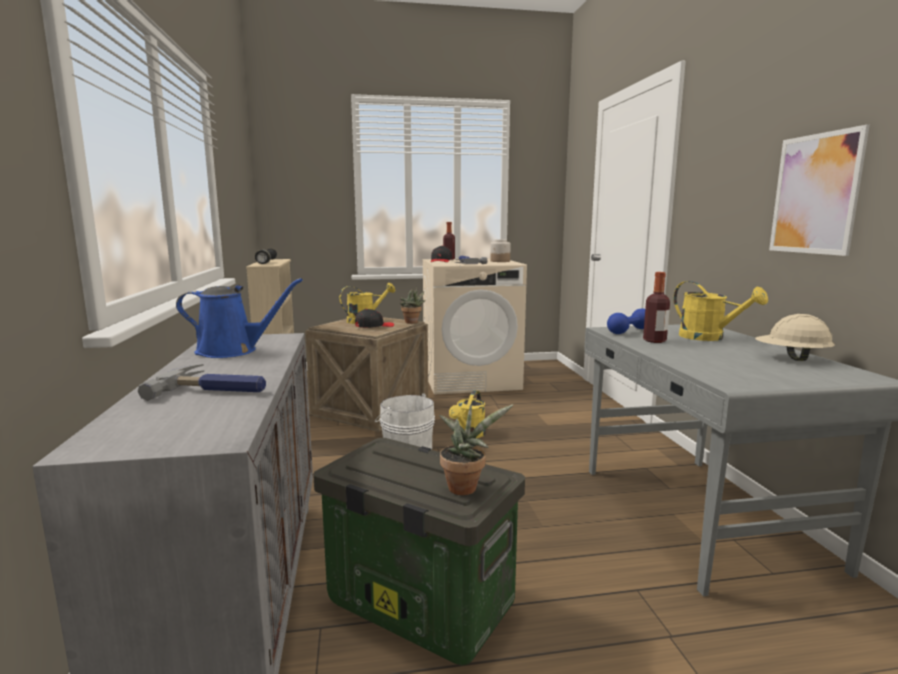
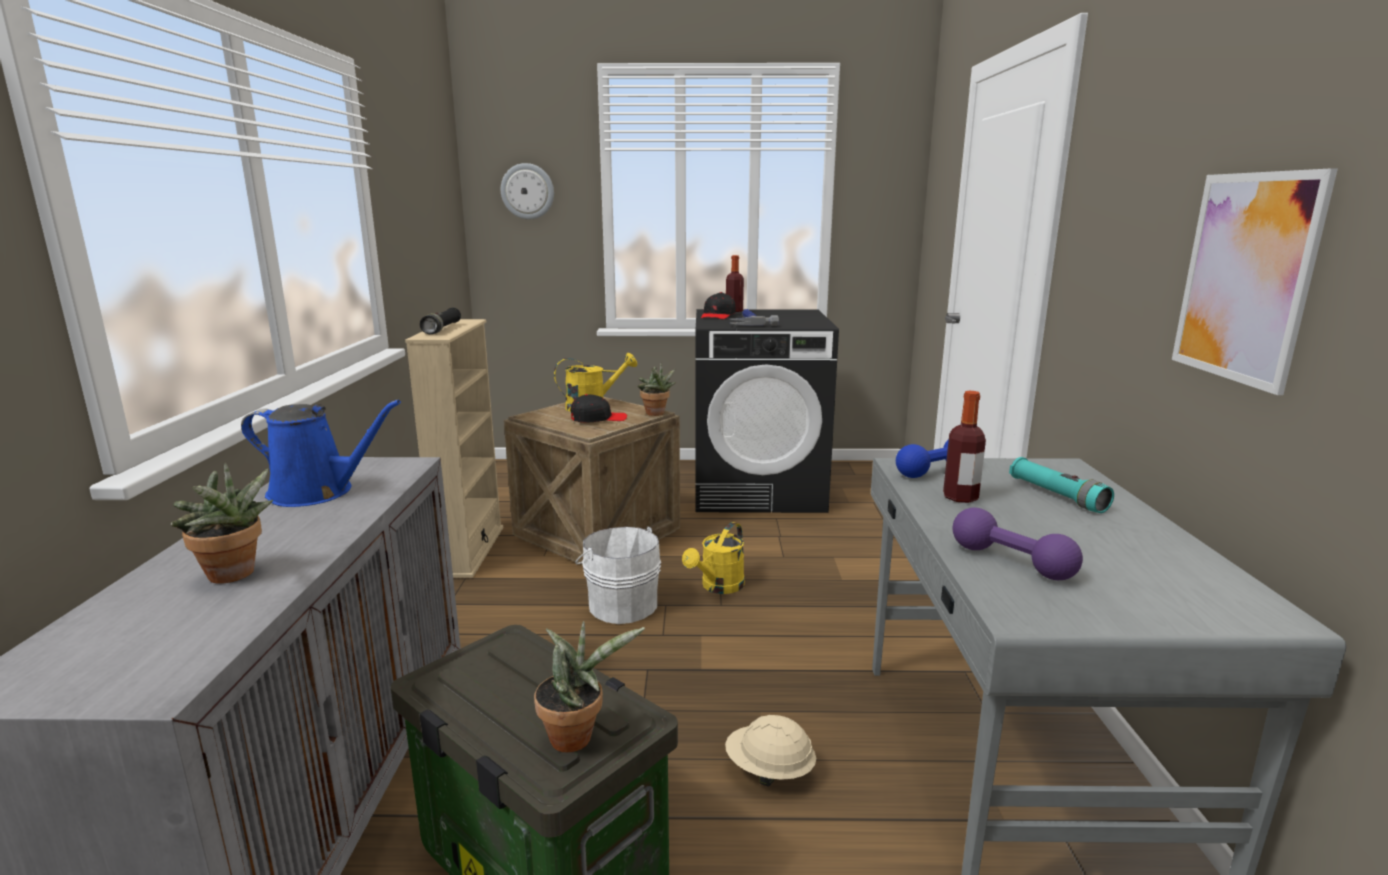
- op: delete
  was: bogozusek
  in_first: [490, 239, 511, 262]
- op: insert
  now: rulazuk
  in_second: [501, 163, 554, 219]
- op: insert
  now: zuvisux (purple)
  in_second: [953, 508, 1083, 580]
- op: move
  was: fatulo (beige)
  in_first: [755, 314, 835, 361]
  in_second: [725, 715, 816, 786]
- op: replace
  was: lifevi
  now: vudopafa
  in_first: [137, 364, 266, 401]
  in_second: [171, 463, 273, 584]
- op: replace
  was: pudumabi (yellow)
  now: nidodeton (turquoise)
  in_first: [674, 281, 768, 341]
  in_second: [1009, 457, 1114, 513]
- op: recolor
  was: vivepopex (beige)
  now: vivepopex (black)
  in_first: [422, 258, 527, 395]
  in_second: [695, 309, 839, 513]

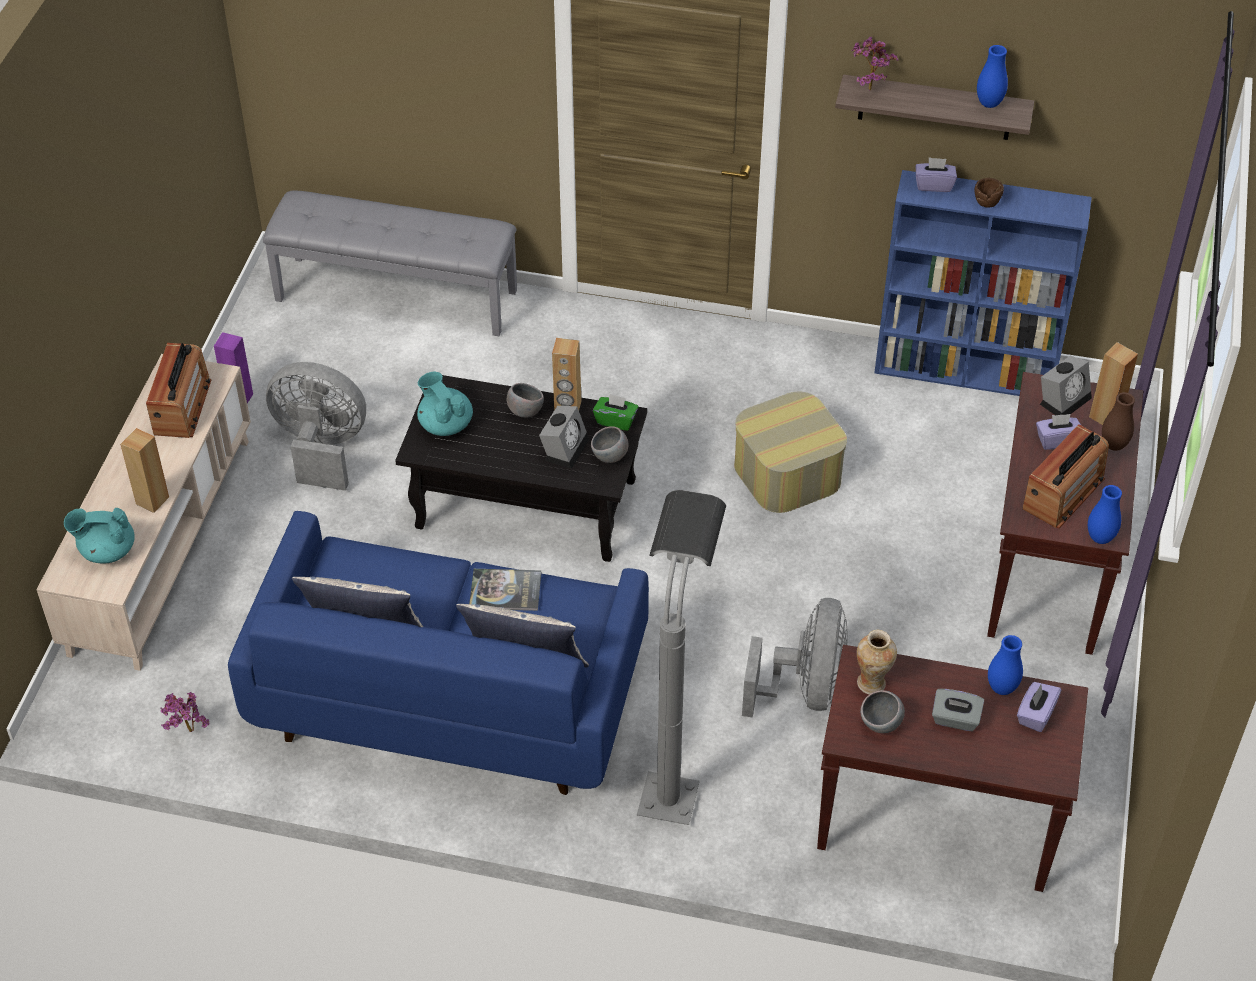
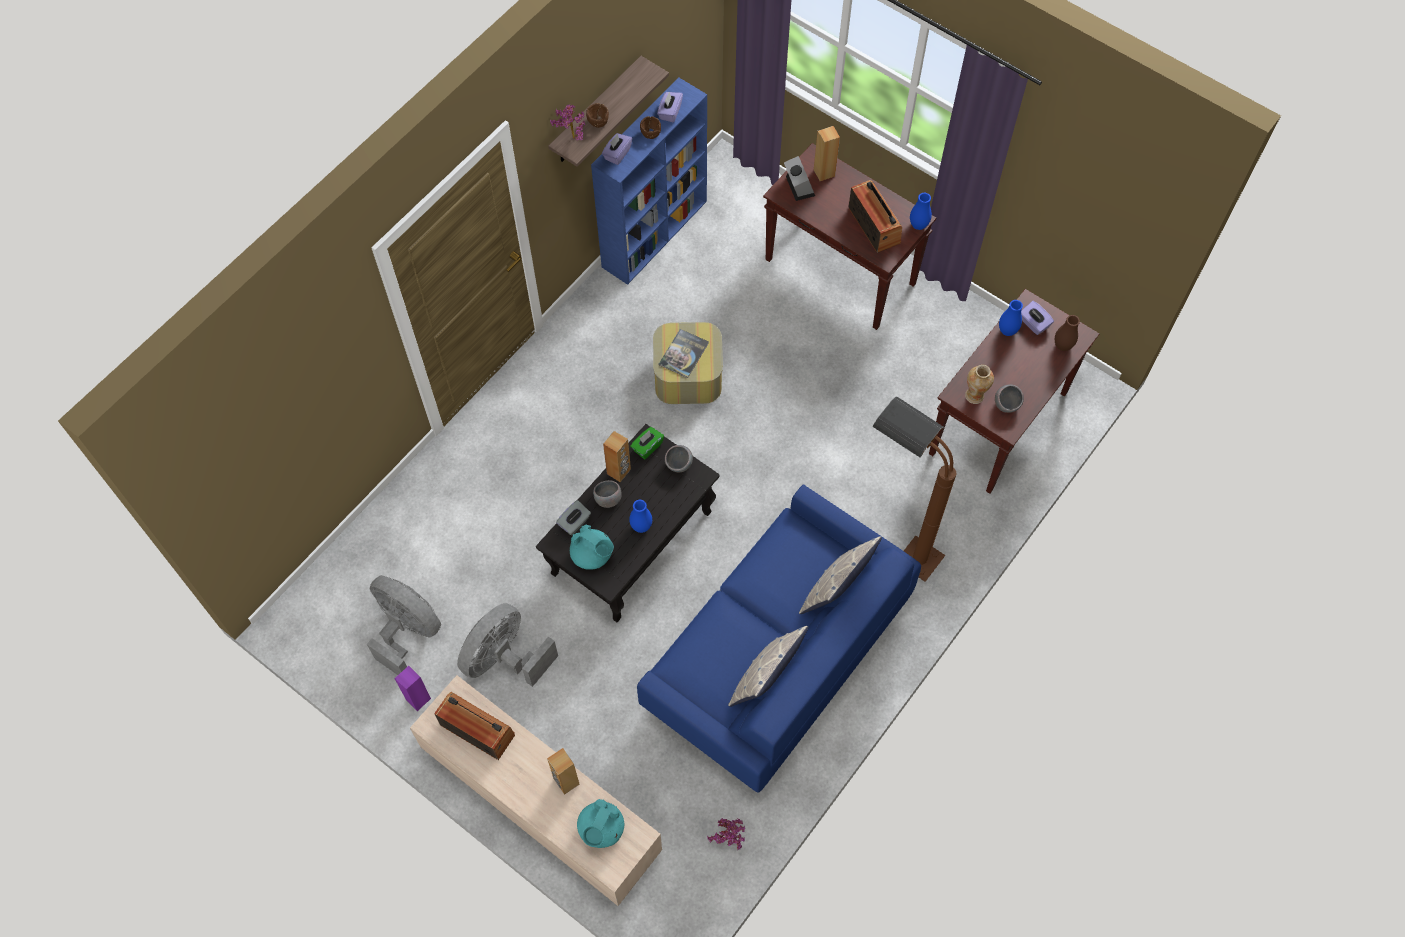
- op: delete
  was: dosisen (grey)
  in_first: [263, 190, 517, 336]
- op: delete
  was: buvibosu
  in_first: [539, 406, 589, 469]
- op: insert
  now: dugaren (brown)
  in_second: [586, 103, 609, 128]
- op: move
  was: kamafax
  in_first: [469, 569, 541, 611]
  in_second: [659, 329, 709, 378]
- op: move
  was: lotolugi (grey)
  in_first: [742, 598, 848, 718]
  in_second: [367, 575, 441, 675]
- op: move
  was: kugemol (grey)
  in_first: [932, 689, 984, 731]
  in_second: [556, 500, 591, 535]
- op: move
  was: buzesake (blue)
  in_first: [977, 45, 1008, 108]
  in_second: [629, 500, 652, 533]
- op: move
  was: kugemol (purple)
  in_first: [1036, 414, 1081, 450]
  in_second: [657, 92, 683, 122]
- op: move
  was: buzesake (brown)
  in_first: [1102, 392, 1135, 451]
  in_second: [1055, 315, 1080, 351]
- op: recolor
  was: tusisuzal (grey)
  now: tusisuzal (brown)
  in_first: [637, 490, 726, 825]
  in_second: [873, 396, 956, 582]
- op: rotate
  was: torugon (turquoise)
  in_first: [417, 371, 473, 436]
  in_second: [570, 525, 614, 570]
  clockwise: -135

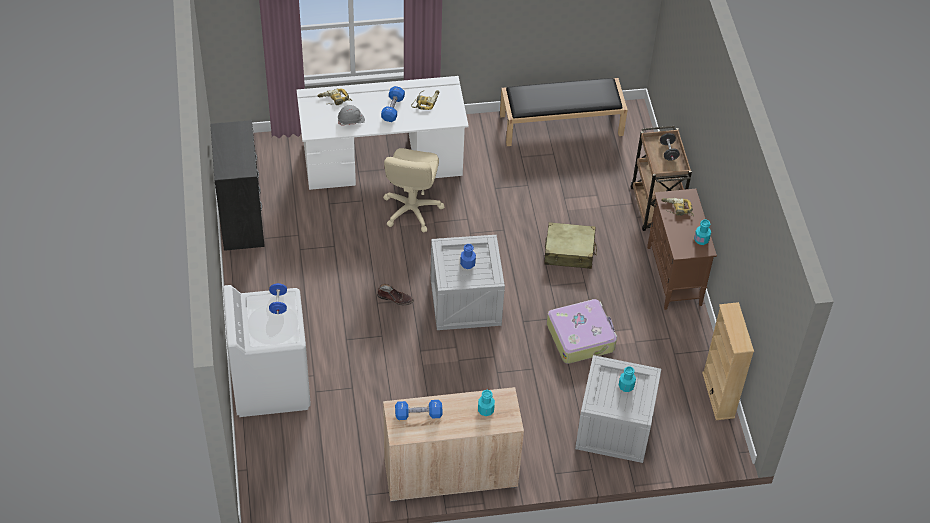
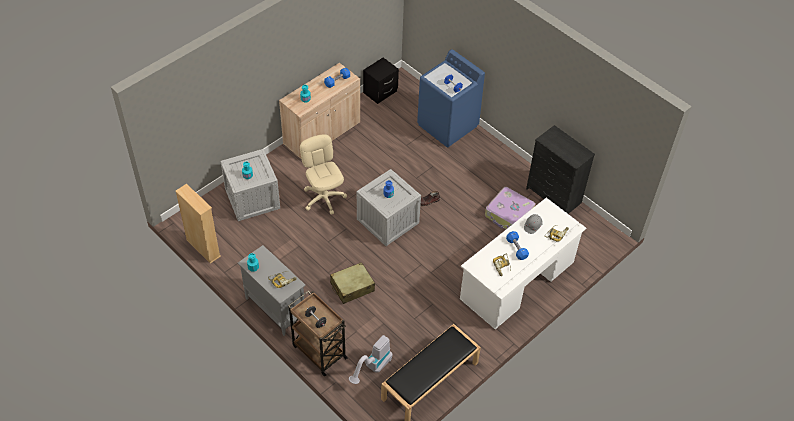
- op: insert
  now: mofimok
  in_second: [349, 335, 392, 384]
- op: insert
  now: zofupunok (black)
  in_second: [363, 58, 399, 104]
- op: move
  was: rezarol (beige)
  in_first: [383, 148, 444, 233]
  in_second: [300, 134, 347, 215]
- op: move
  was: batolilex
  in_first: [547, 299, 617, 364]
  in_second: [485, 187, 535, 229]
- op: recolor
  was: vivepopex (white)
  now: vivepopex (blue)
  in_first: [223, 285, 311, 417]
  in_second: [417, 49, 485, 147]
- op: recolor
  was: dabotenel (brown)
  now: dabotenel (grey)
  in_first: [647, 189, 717, 310]
  in_second: [238, 245, 306, 336]

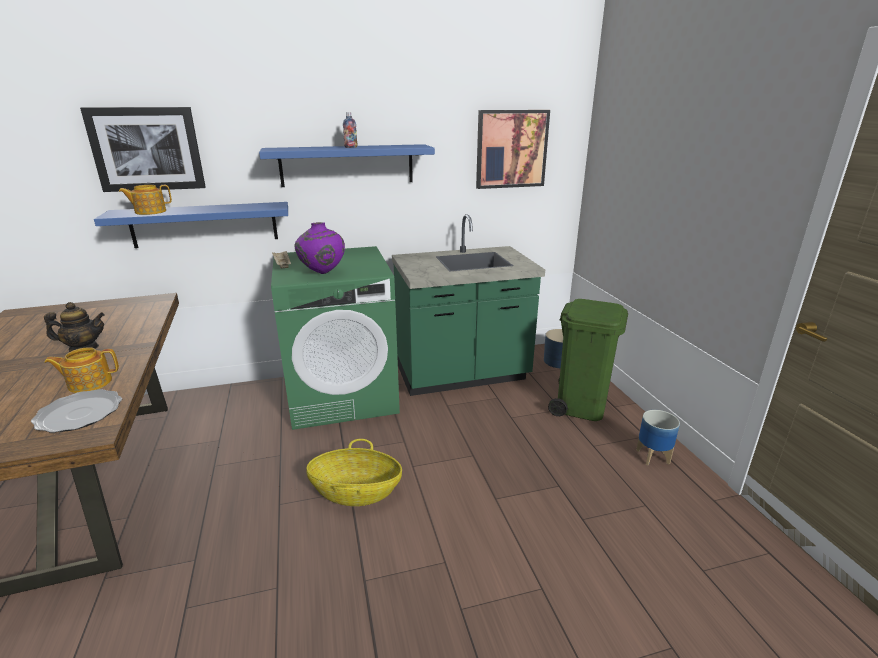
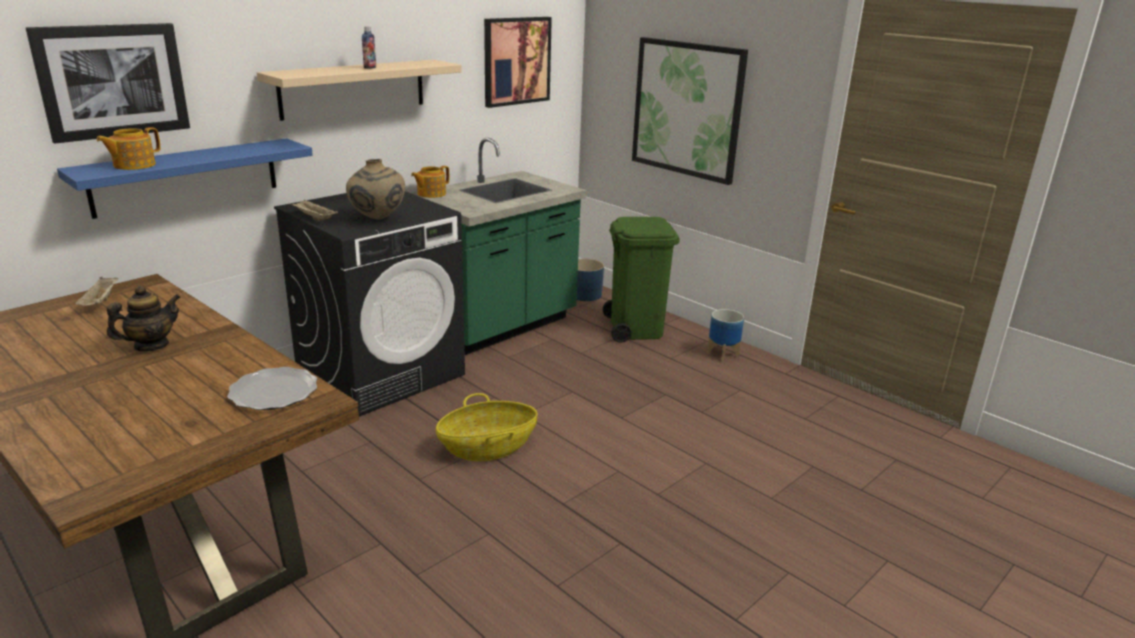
- op: insert
  now: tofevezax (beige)
  in_second: [75, 277, 118, 306]
- op: insert
  now: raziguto
  in_second: [632, 37, 748, 185]
- op: move
  was: torugon
  in_first: [44, 347, 119, 393]
  in_second: [411, 166, 449, 198]
- op: recolor
  was: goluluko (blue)
  now: goluluko (beige)
  in_first: [259, 144, 435, 187]
  in_second: [257, 60, 462, 121]
- op: recolor
  was: vivepopex (green)
  now: vivepopex (black)
  in_first: [271, 246, 400, 430]
  in_second: [274, 191, 465, 417]
- op: recolor
  was: buzesake (purple)
  now: buzesake (beige)
  in_first: [294, 222, 345, 274]
  in_second: [346, 159, 405, 220]

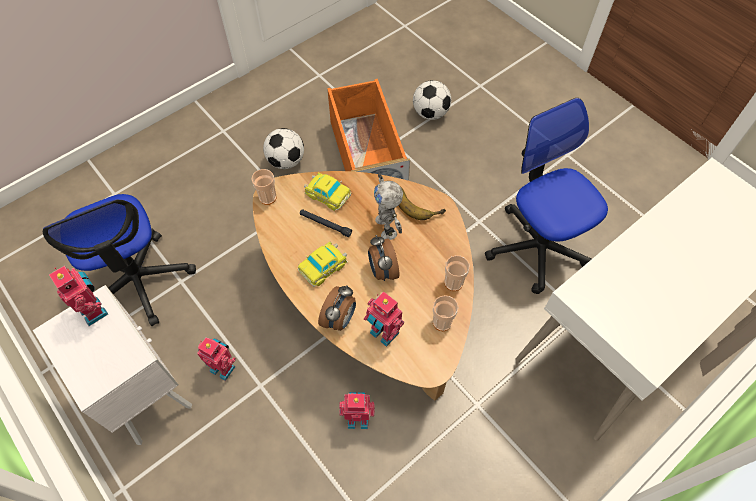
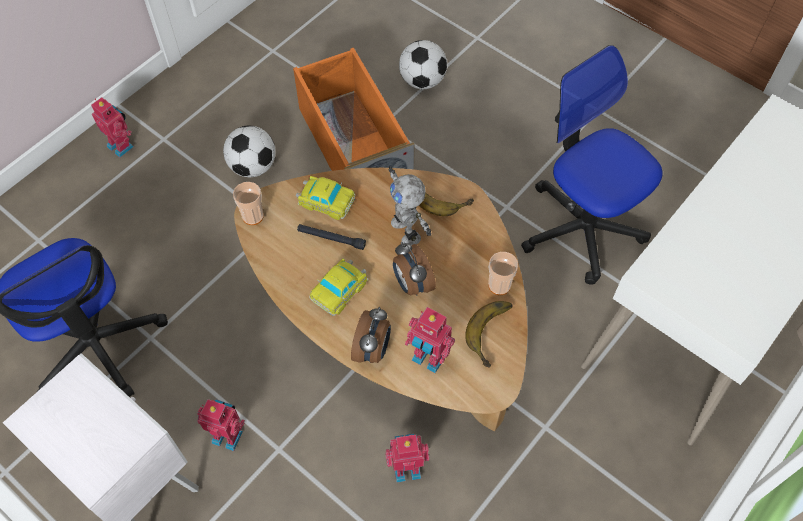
- op: move
  was: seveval
  in_first: [49, 266, 108, 326]
  in_second: [91, 97, 134, 158]
- op: replace
  was: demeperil
  now: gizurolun
  in_first: [433, 295, 458, 331]
  in_second: [465, 301, 513, 368]

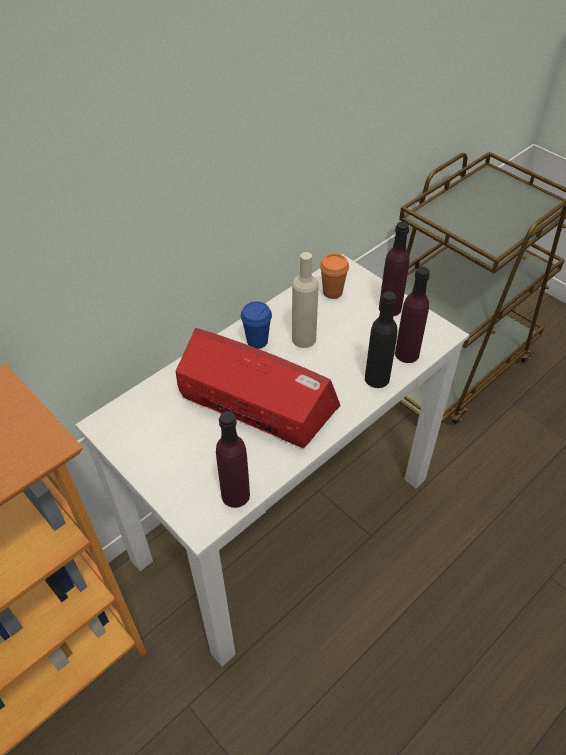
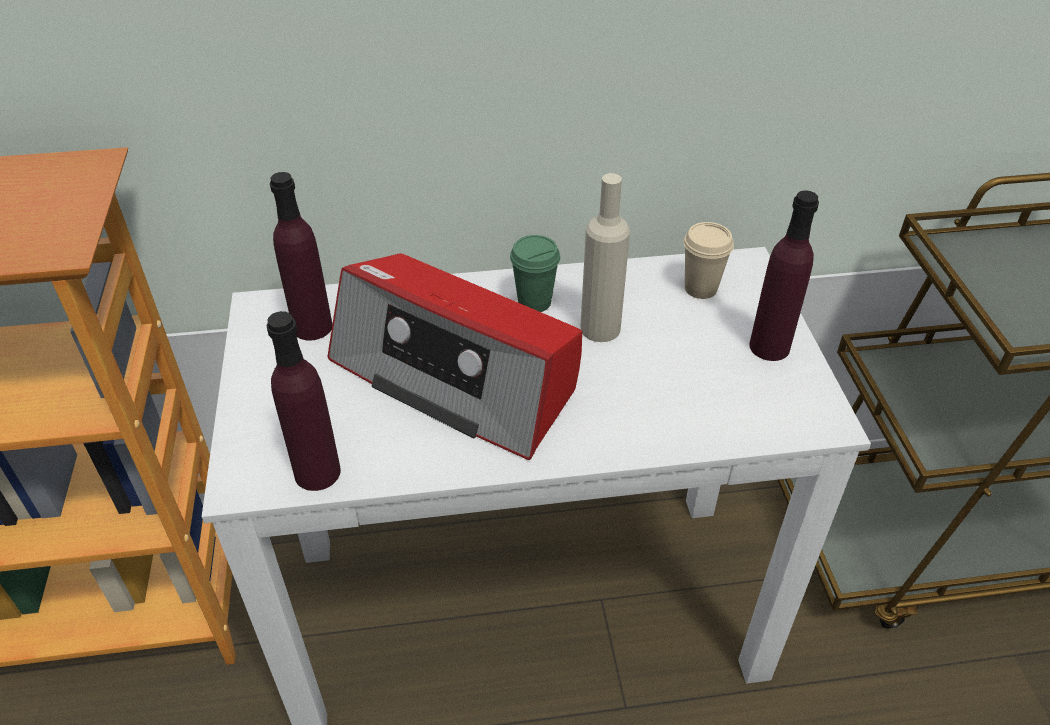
- op: delete
  was: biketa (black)
  in_first: [365, 291, 397, 388]
- op: move
  was: biketa (purple)
  in_first: [395, 267, 430, 363]
  in_second: [270, 172, 332, 341]
- op: recolor
  was: demeperil (blue)
  now: demeperil (green)
  in_first: [241, 301, 272, 349]
  in_second: [510, 235, 560, 312]
- op: recolor
  was: demeperil (orange)
  now: demeperil (beige)
  in_first: [320, 253, 349, 299]
  in_second: [684, 222, 734, 299]
- op: rotate
  was: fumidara
  in_first: [176, 328, 341, 448]
  in_second: [327, 253, 582, 460]
  clockwise: 150

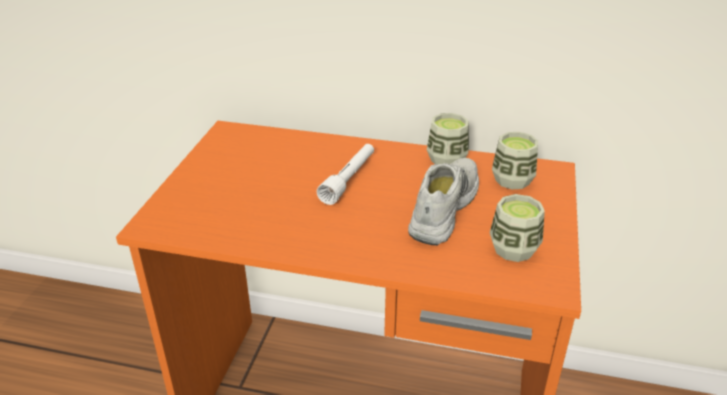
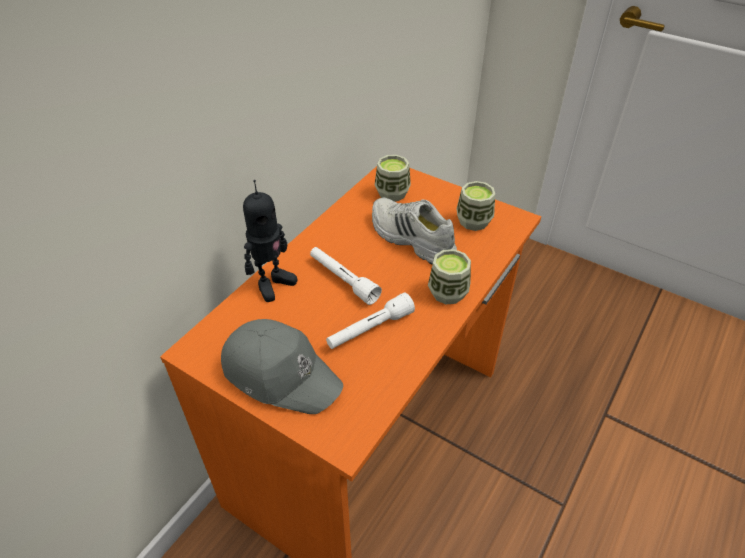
- op: insert
  now: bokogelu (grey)
  in_second: [221, 319, 343, 414]
- op: insert
  now: seveval
  in_second: [243, 180, 297, 302]
- op: insert
  now: nidodeton (white)
  in_second: [326, 292, 415, 349]
- op: move
  was: demeperil
  in_first: [427, 113, 469, 165]
  in_second: [428, 249, 471, 304]

